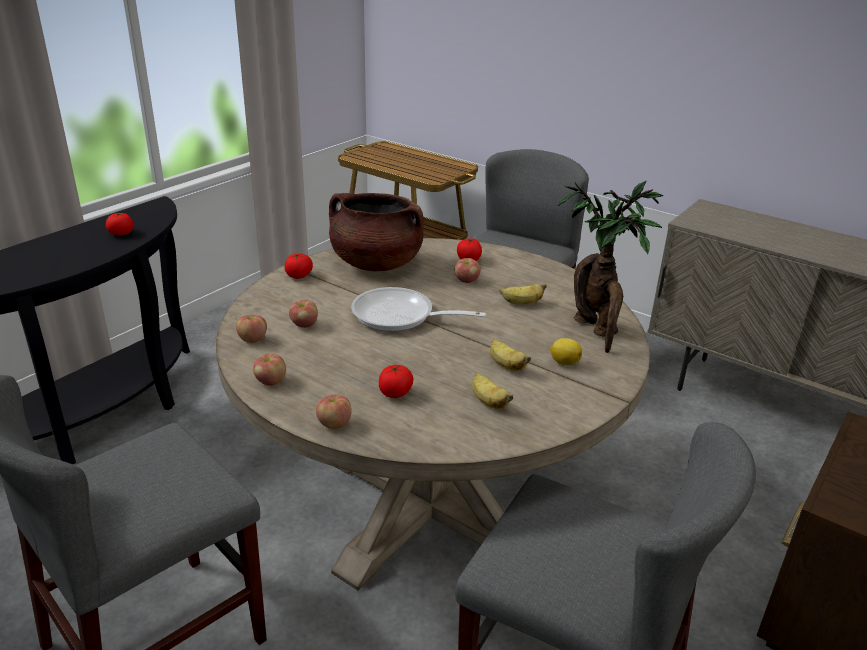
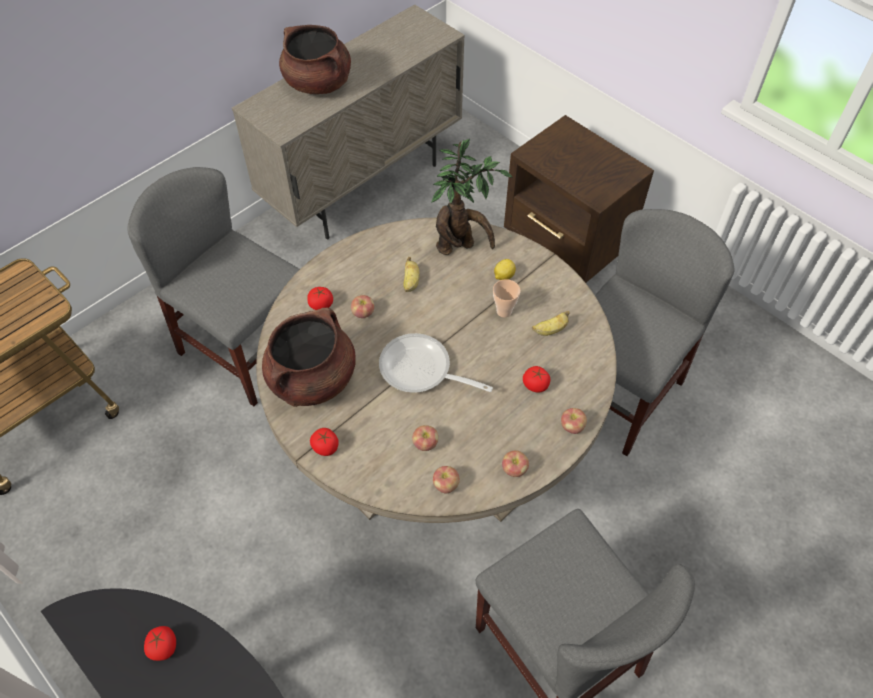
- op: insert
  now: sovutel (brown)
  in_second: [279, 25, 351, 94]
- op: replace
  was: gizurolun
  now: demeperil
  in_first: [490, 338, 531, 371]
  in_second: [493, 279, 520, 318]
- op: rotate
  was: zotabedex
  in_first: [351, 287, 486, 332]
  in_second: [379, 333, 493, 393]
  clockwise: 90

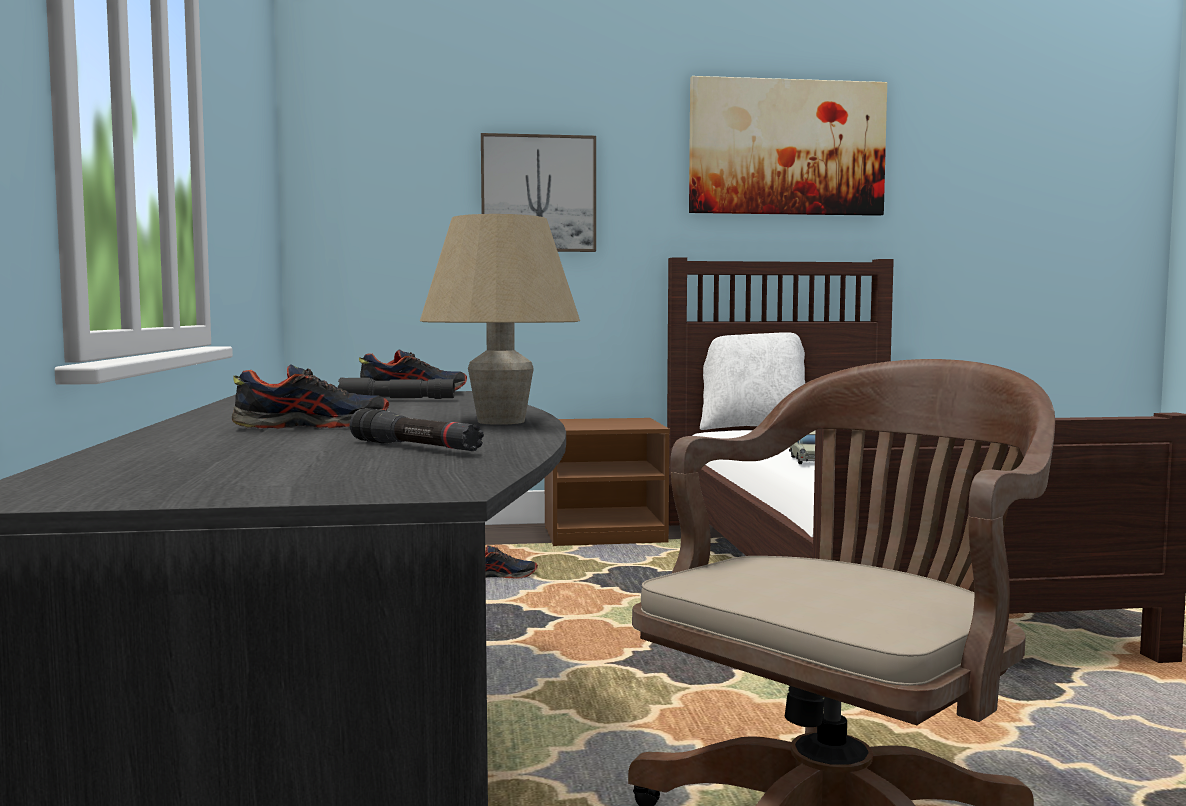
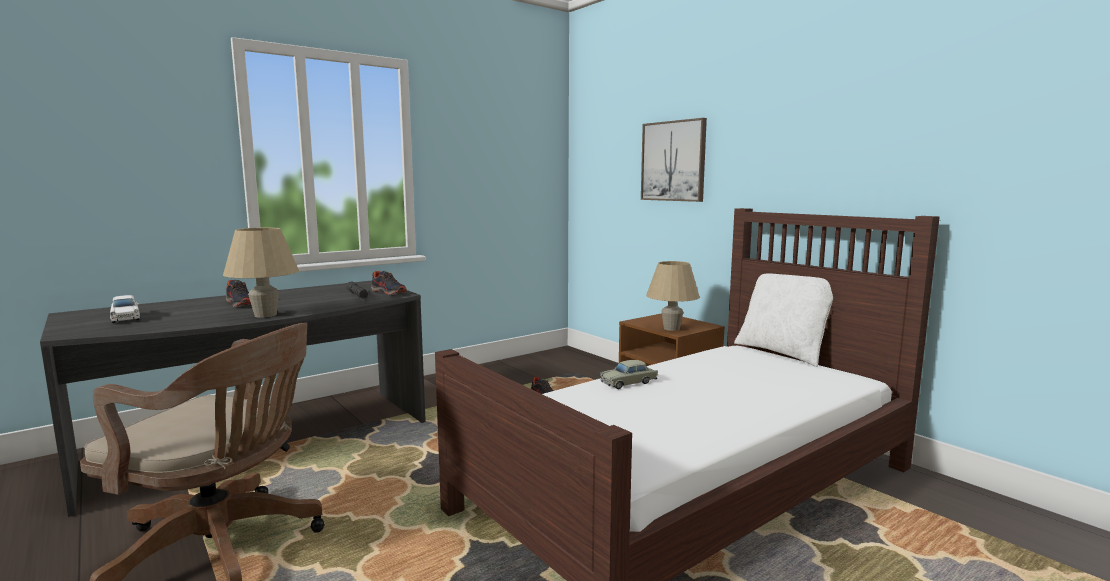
- op: delete
  was: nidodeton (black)
  in_first: [350, 408, 484, 451]
- op: delete
  was: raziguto
  in_first: [689, 76, 887, 216]
- op: insert
  now: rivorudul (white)
  in_second: [110, 295, 141, 323]
- op: insert
  now: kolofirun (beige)
  in_second: [646, 261, 700, 331]

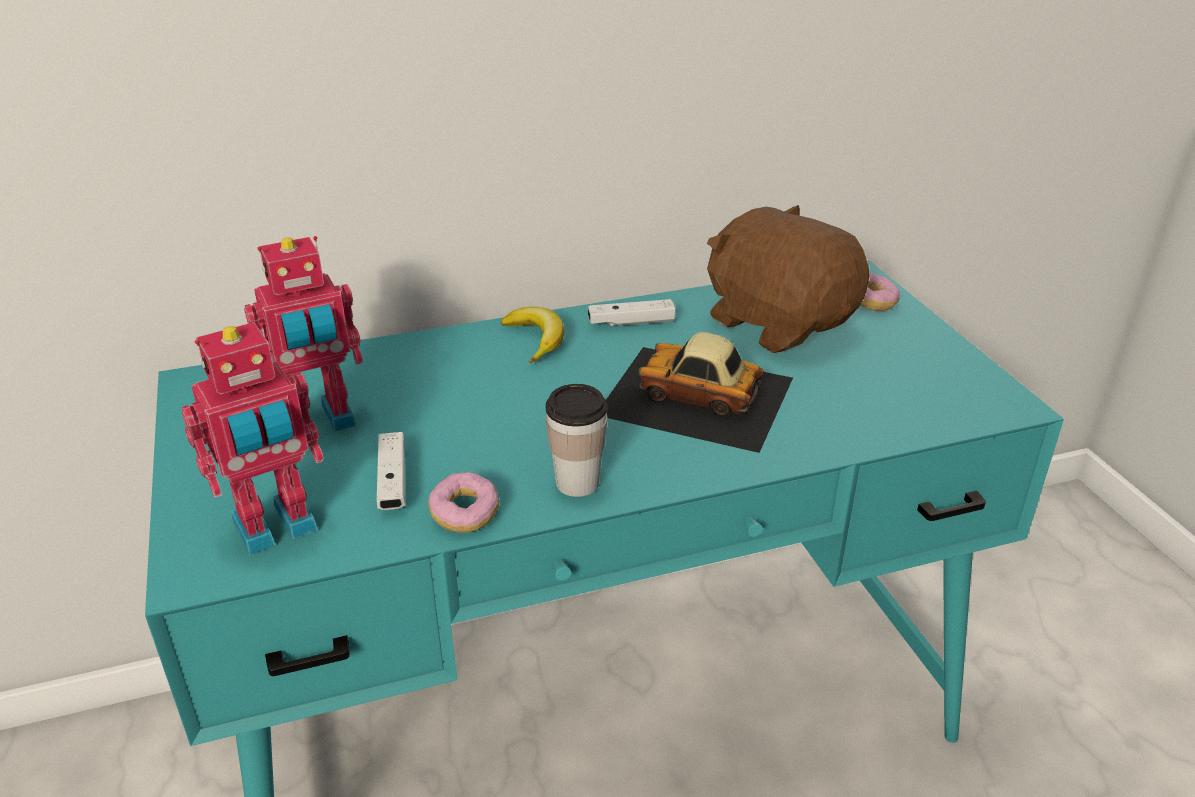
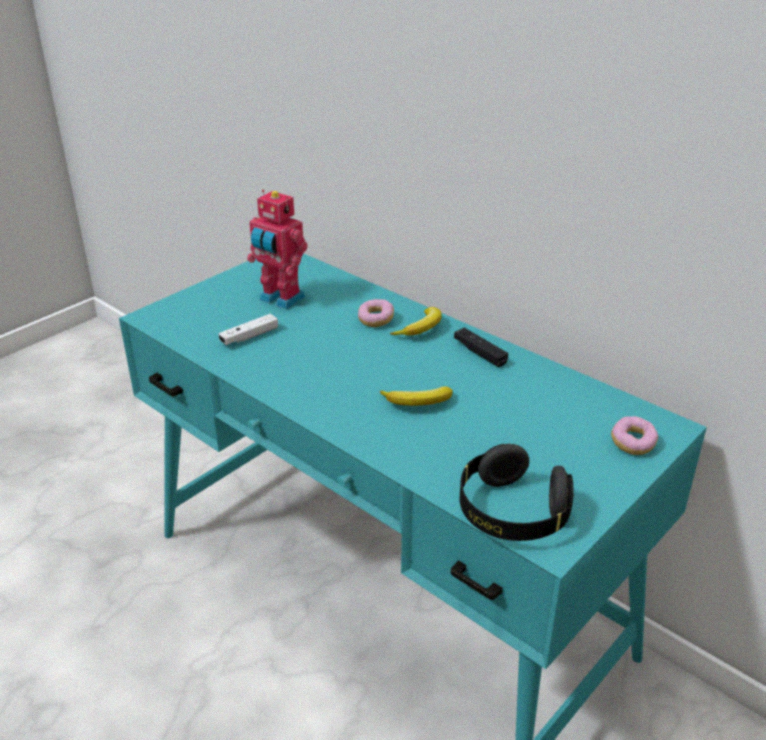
- op: delete
  was: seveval
  in_first: [182, 322, 324, 555]
- op: delete
  was: demeperil
  in_first: [546, 384, 607, 497]
- op: delete
  was: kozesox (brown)
  in_first: [707, 205, 870, 353]
- op: insert
  now: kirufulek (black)
  in_second: [459, 444, 573, 541]
- op: move
  was: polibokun
  in_first: [428, 472, 499, 533]
  in_second: [358, 299, 394, 327]
- op: replace
  was: rivorudul
  now: gizurolun
  in_first: [606, 332, 793, 453]
  in_second: [380, 386, 453, 406]
- op: recolor
  was: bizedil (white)
  now: bizedil (black)
  in_first: [588, 299, 676, 326]
  in_second: [454, 327, 508, 367]

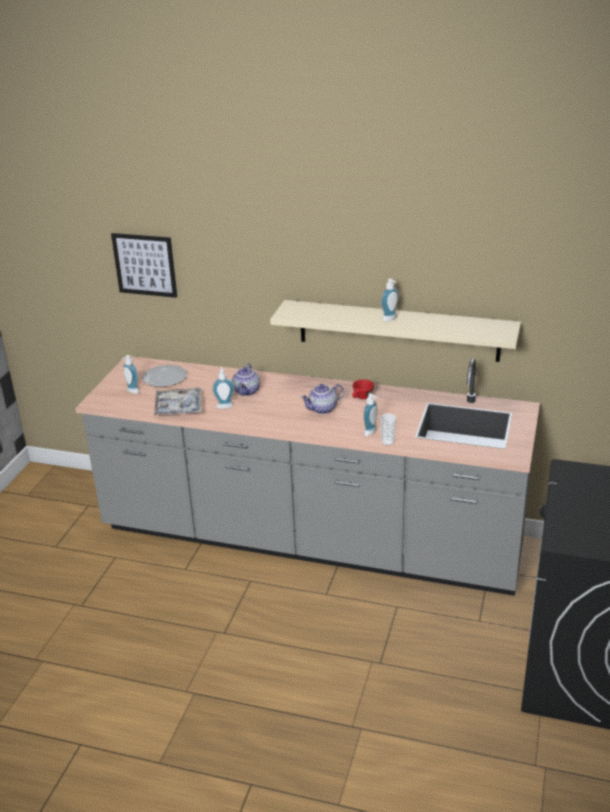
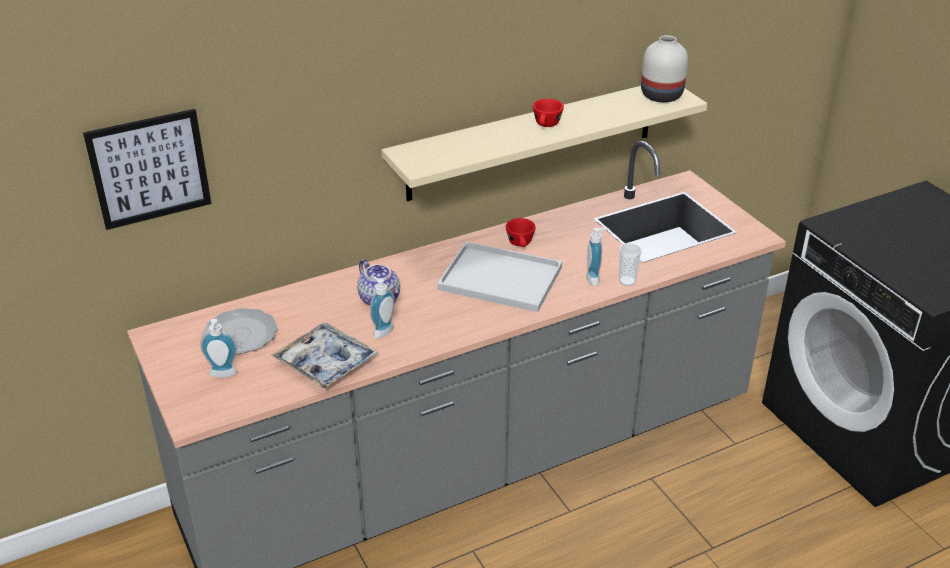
- op: insert
  now: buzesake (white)
  in_second: [641, 35, 688, 102]
- op: replace
  was: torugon
  now: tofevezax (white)
  in_first: [301, 384, 344, 414]
  in_second: [437, 241, 562, 312]
- op: replace
  was: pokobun
  now: demeperil (red)
  in_first: [381, 279, 399, 322]
  in_second: [533, 99, 564, 127]

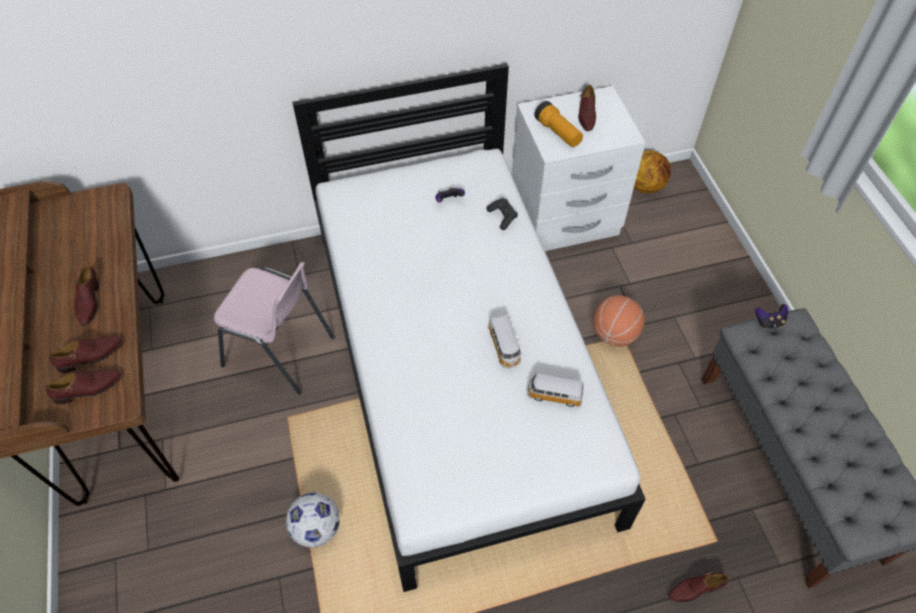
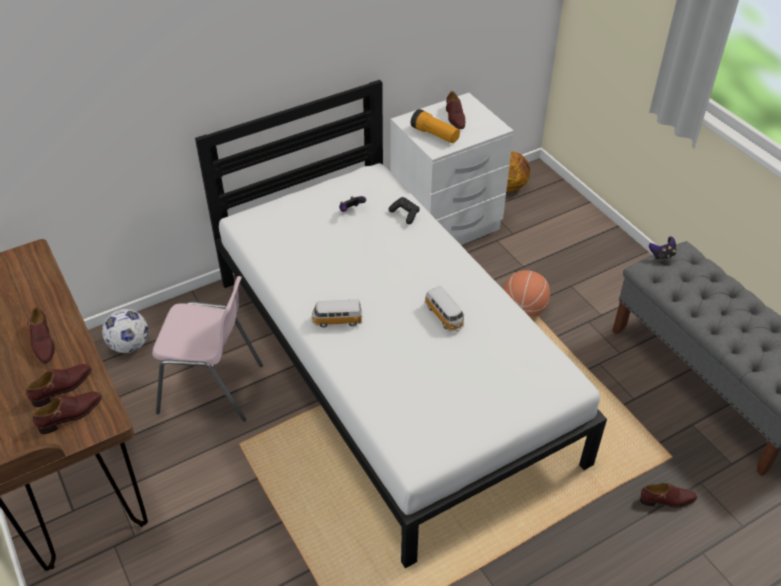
- op: move
  was: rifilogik
  in_first: [286, 492, 340, 548]
  in_second: [102, 309, 148, 353]
- op: move
  was: rivorudul
  in_first: [526, 373, 584, 407]
  in_second: [311, 299, 363, 328]
- op: rotate
  was: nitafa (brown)
  in_first: [668, 572, 729, 602]
  in_second: [640, 483, 697, 508]
  clockwise: -150

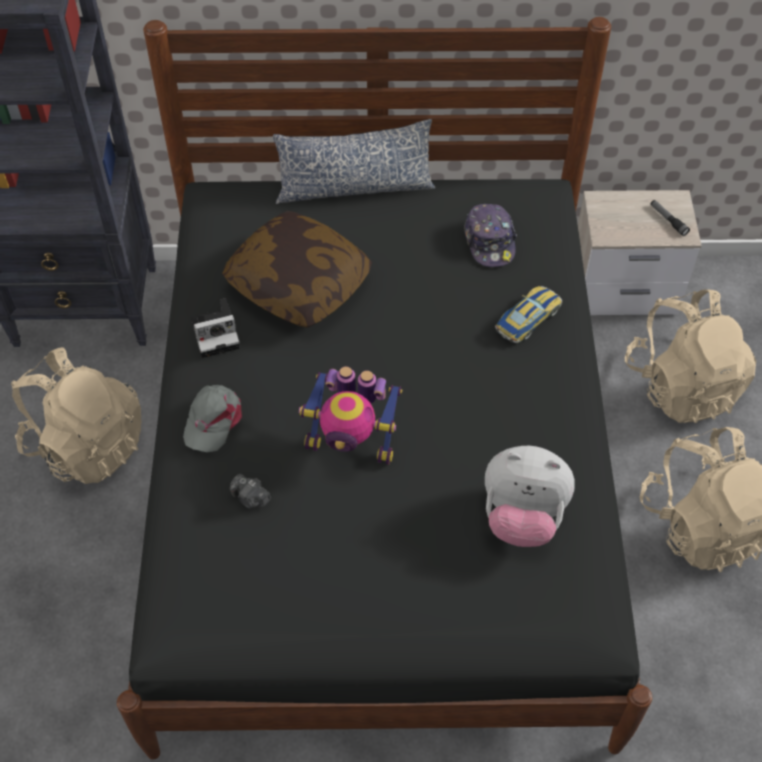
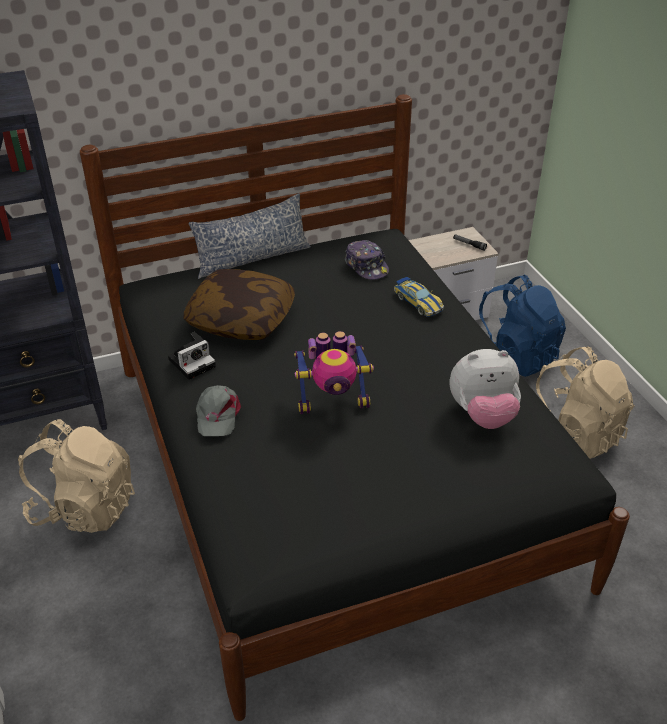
- op: delete
  was: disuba
  in_first: [230, 474, 271, 509]
- op: recolor
  was: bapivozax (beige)
  now: bapivozax (blue)
  in_first: [625, 290, 756, 423]
  in_second: [479, 275, 566, 377]
- op: rotate
  was: rivorudul
  in_first: [495, 286, 562, 343]
  in_second: [394, 277, 444, 317]
  clockwise: 120

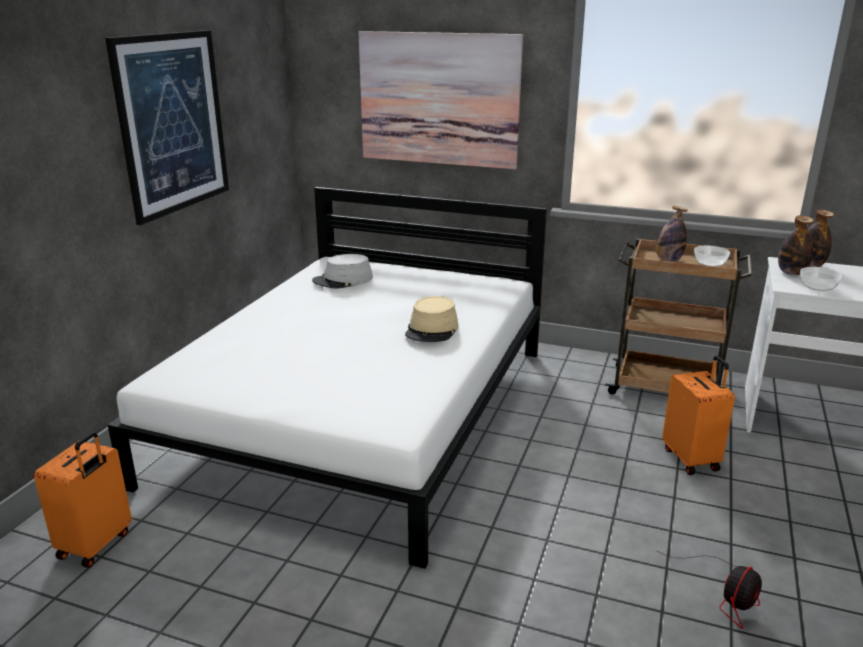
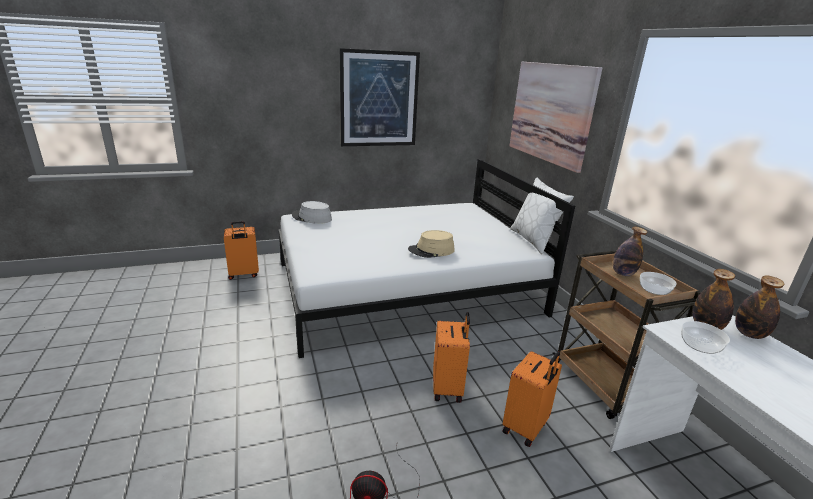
- op: insert
  now: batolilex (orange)
  in_second: [433, 312, 470, 403]
- op: insert
  now: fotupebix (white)
  in_second: [510, 178, 574, 254]
- op: move
  was: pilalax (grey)
  in_first: [312, 254, 373, 289]
  in_second: [292, 201, 332, 224]

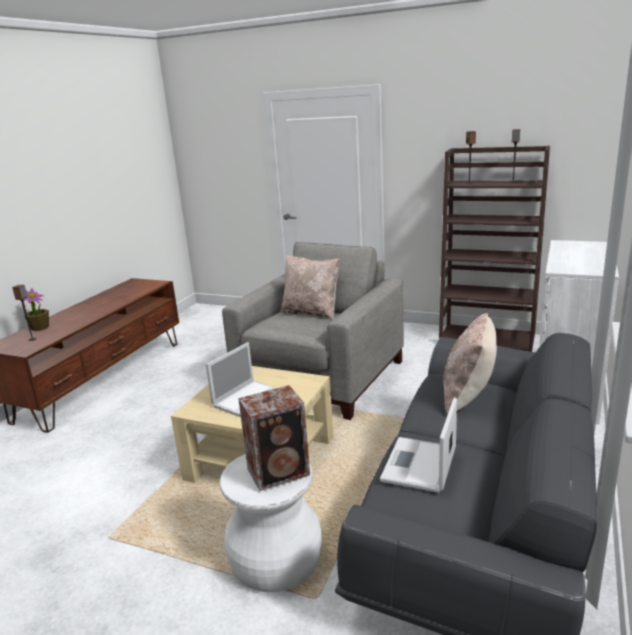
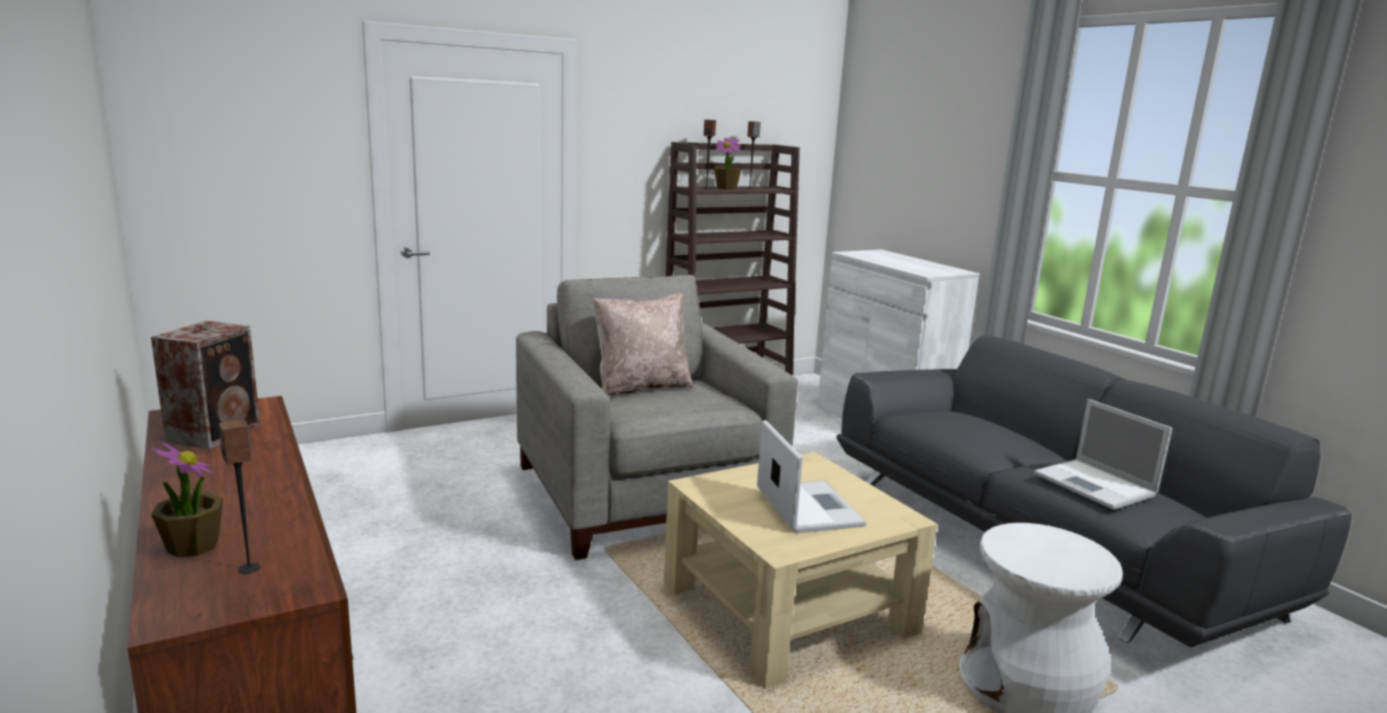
- op: delete
  was: fotupebix (beige)
  in_first: [443, 313, 497, 414]
- op: insert
  now: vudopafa
  in_second: [714, 138, 742, 189]
- op: move
  was: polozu
  in_first: [238, 385, 310, 491]
  in_second: [151, 321, 260, 449]

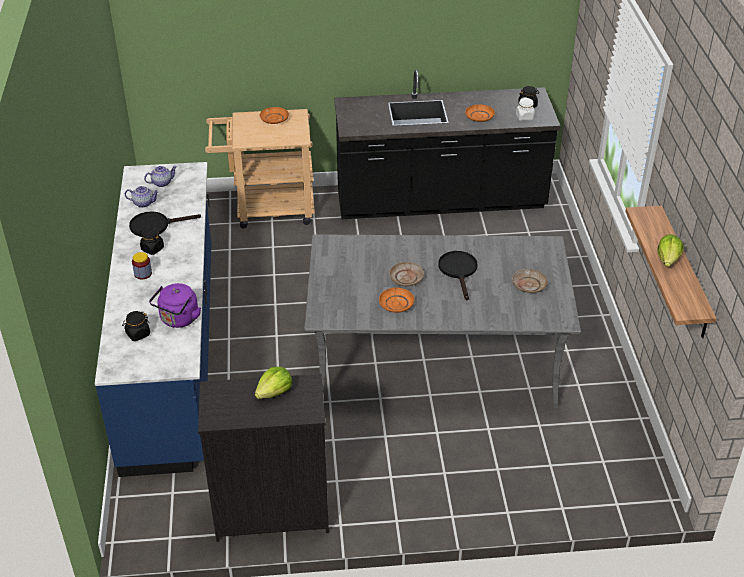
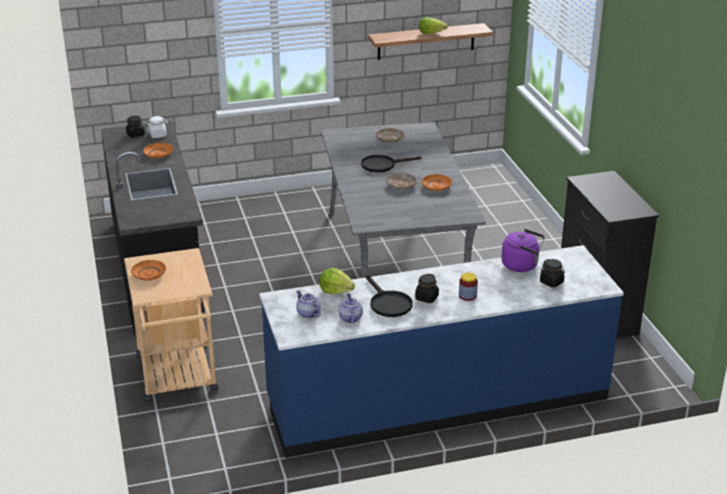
- op: move
  was: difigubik
  in_first: [255, 367, 292, 399]
  in_second: [320, 267, 355, 294]

